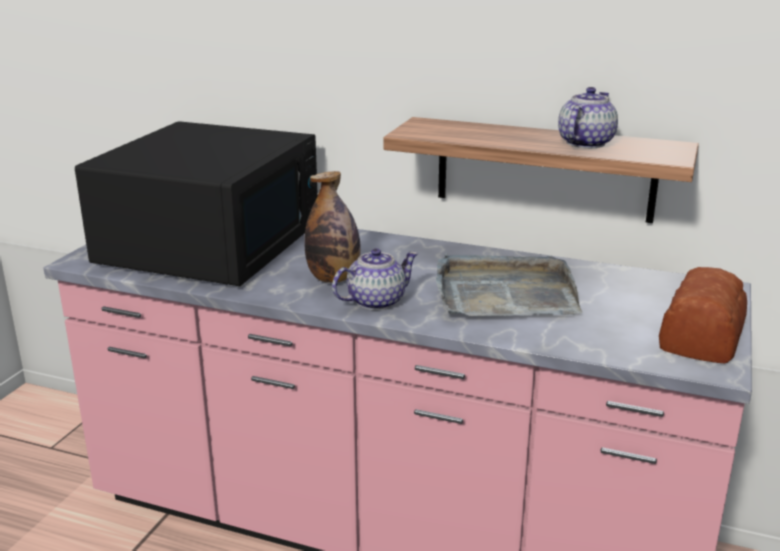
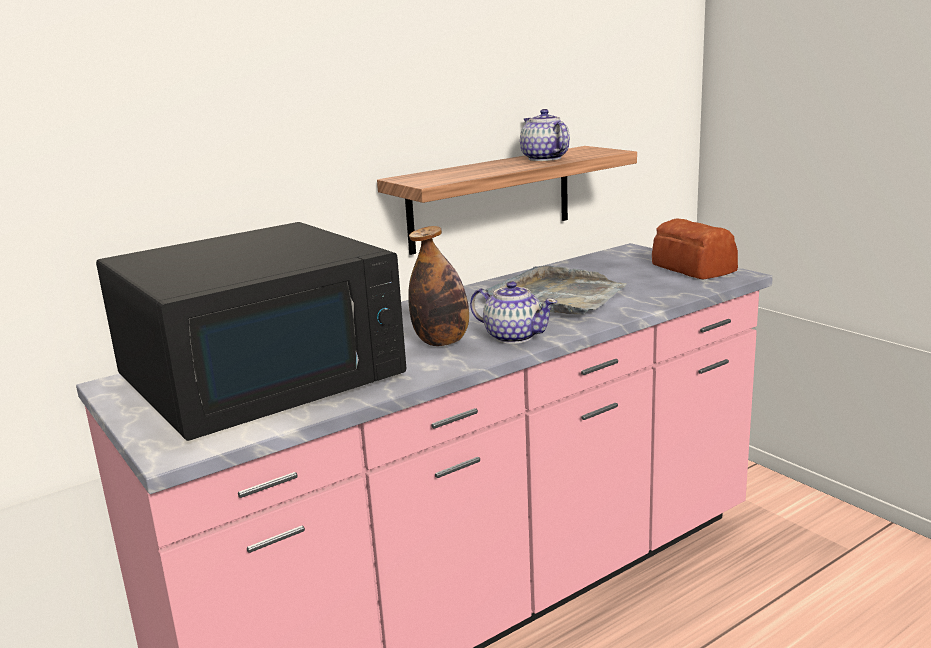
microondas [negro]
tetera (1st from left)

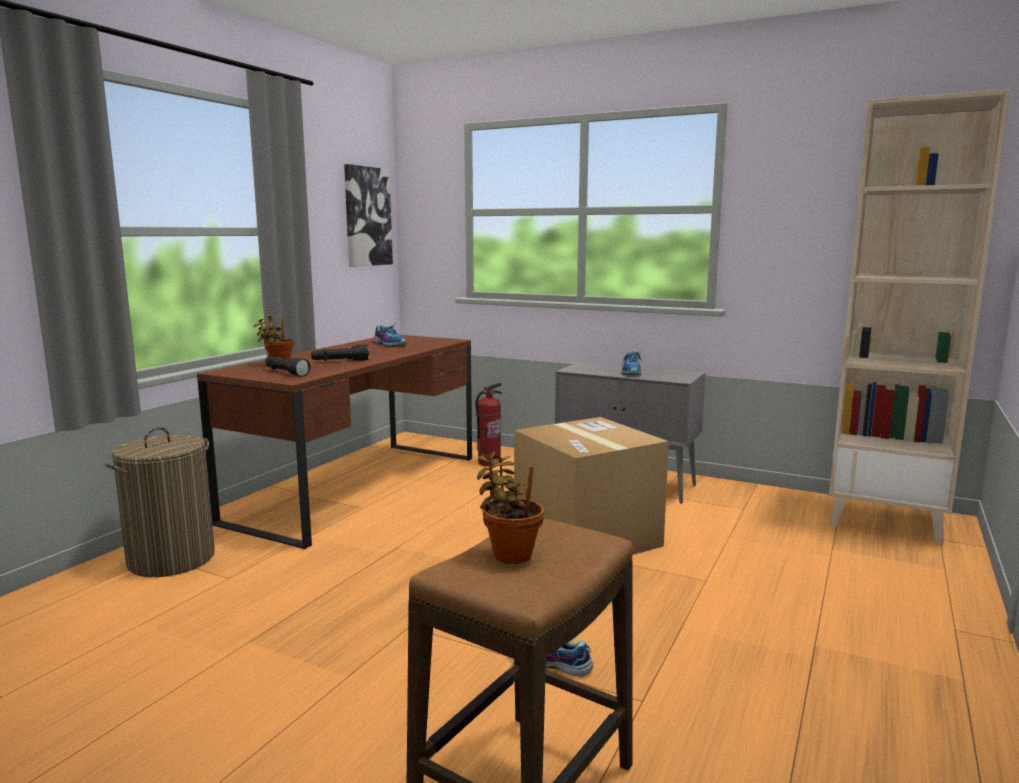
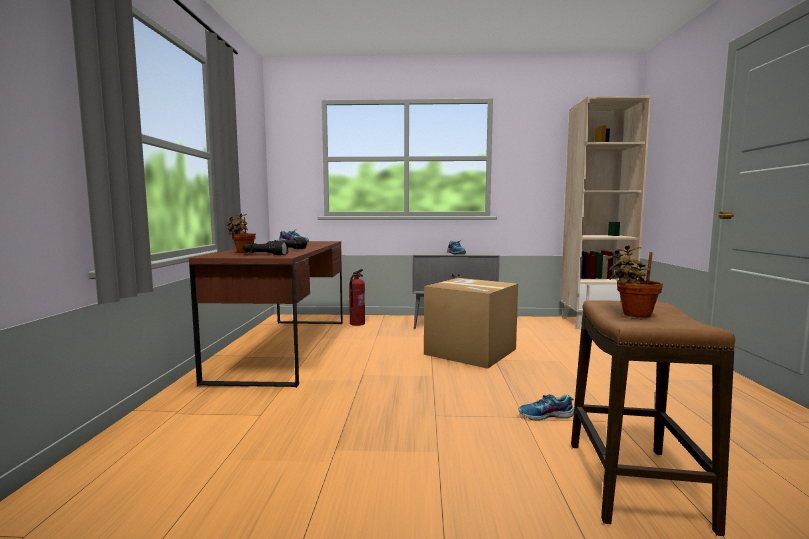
cesto de la ropa
cuadro

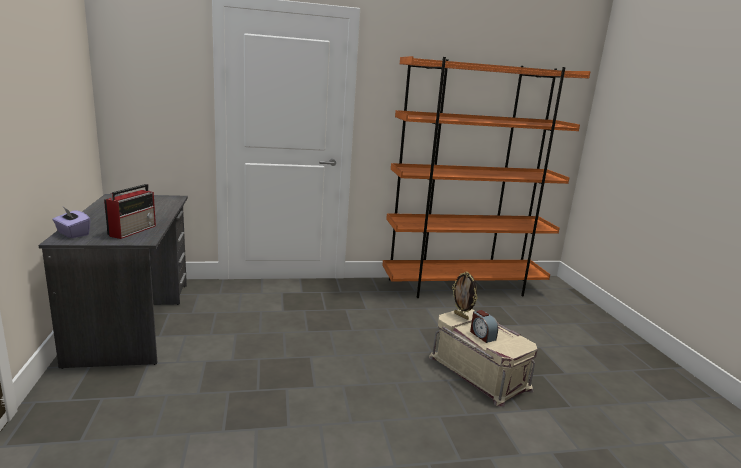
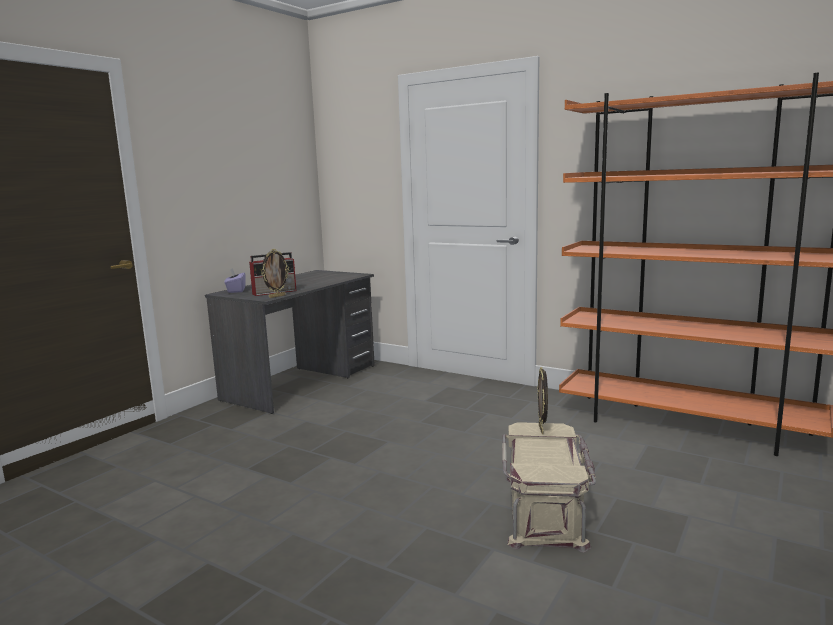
despertador
portarretratos (1st from left)

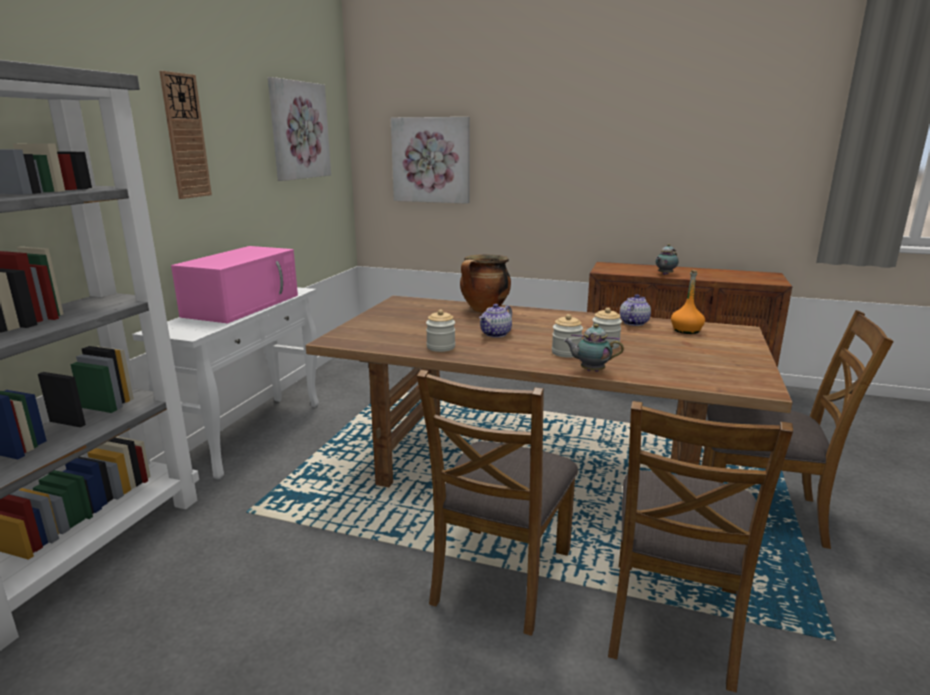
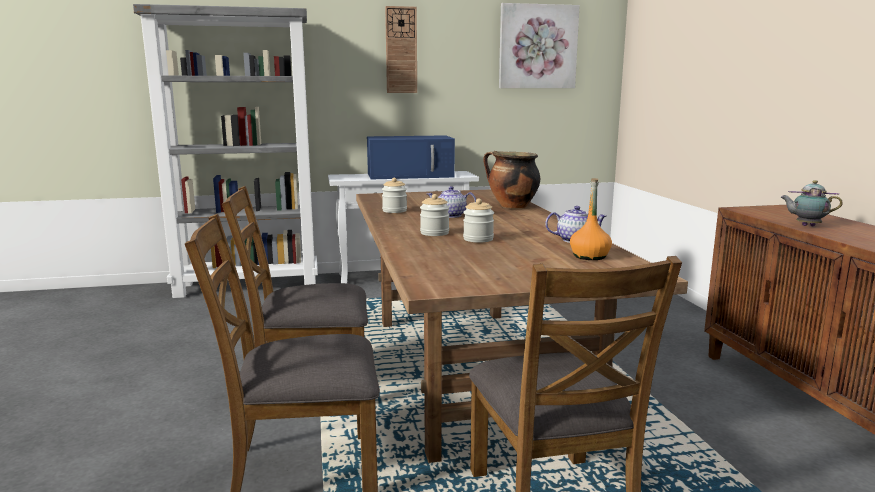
cuadro (2nd from left in the first image)
tetera (2nd from left in the first image)
microondas [azul]

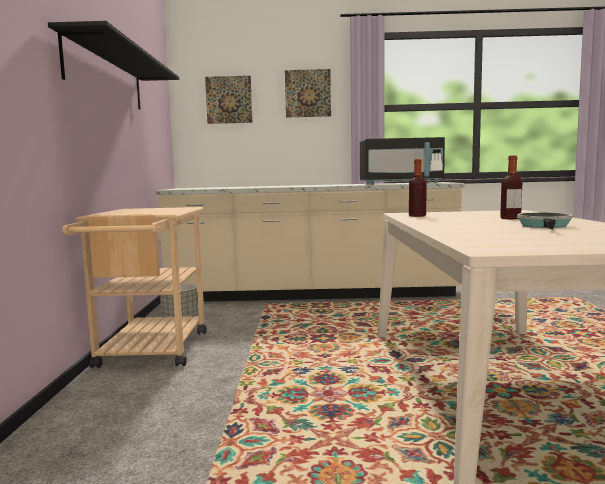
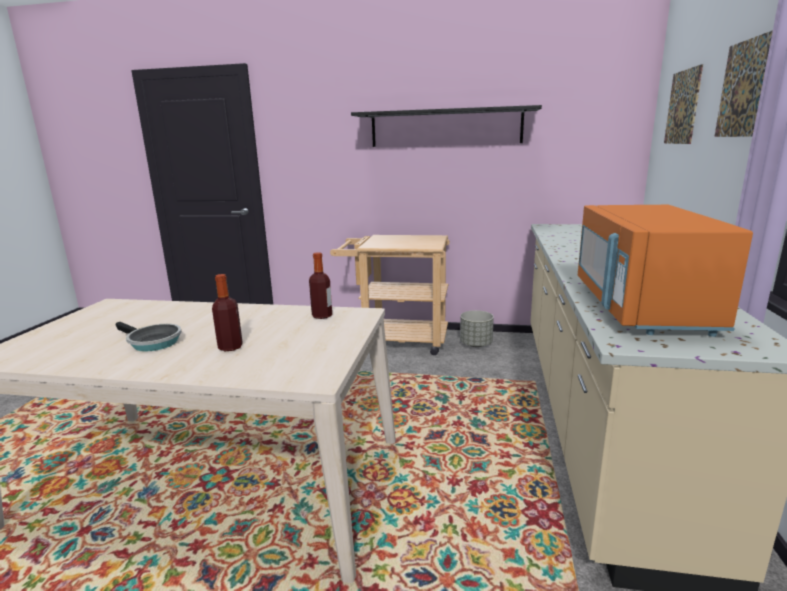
microondas [naranja]

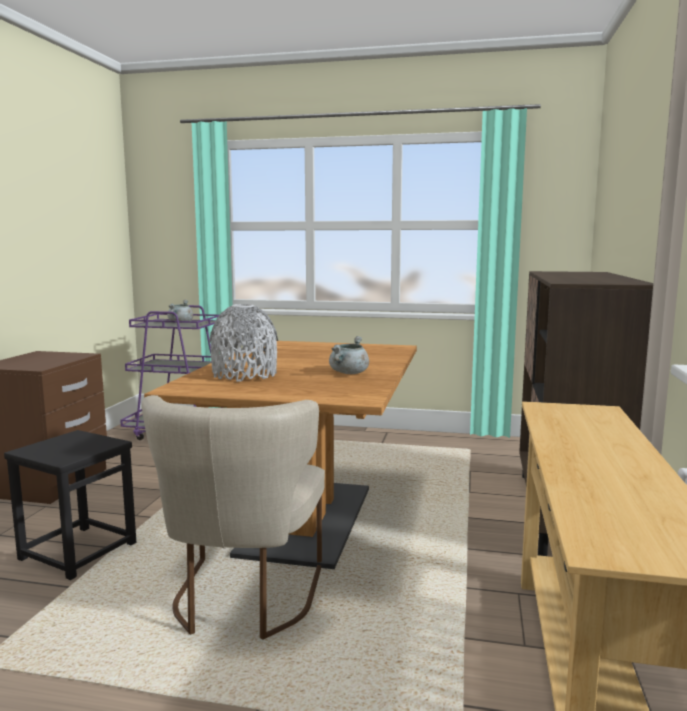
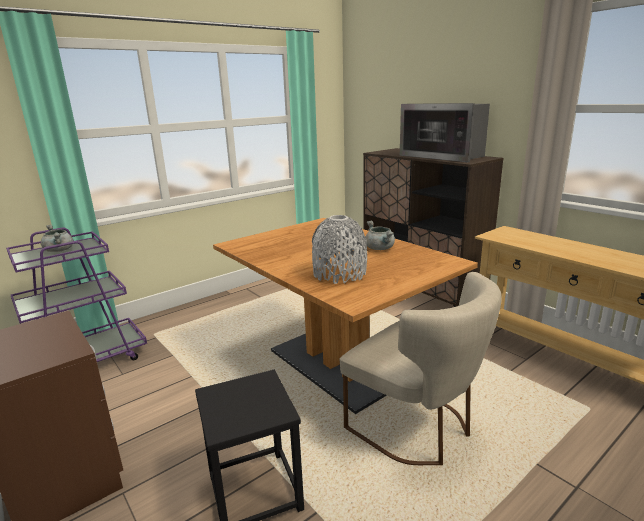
microondas

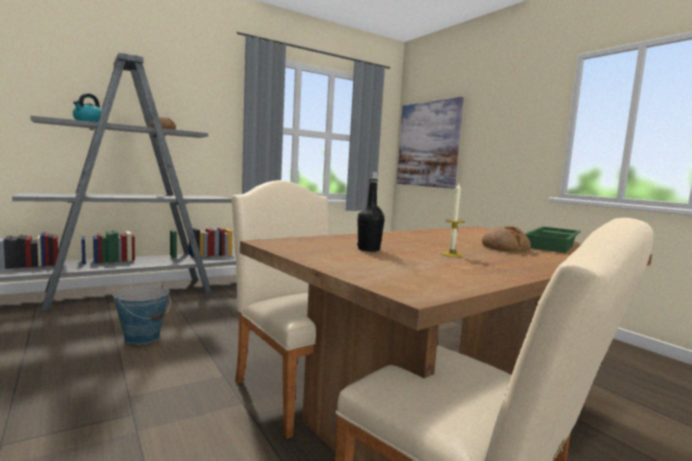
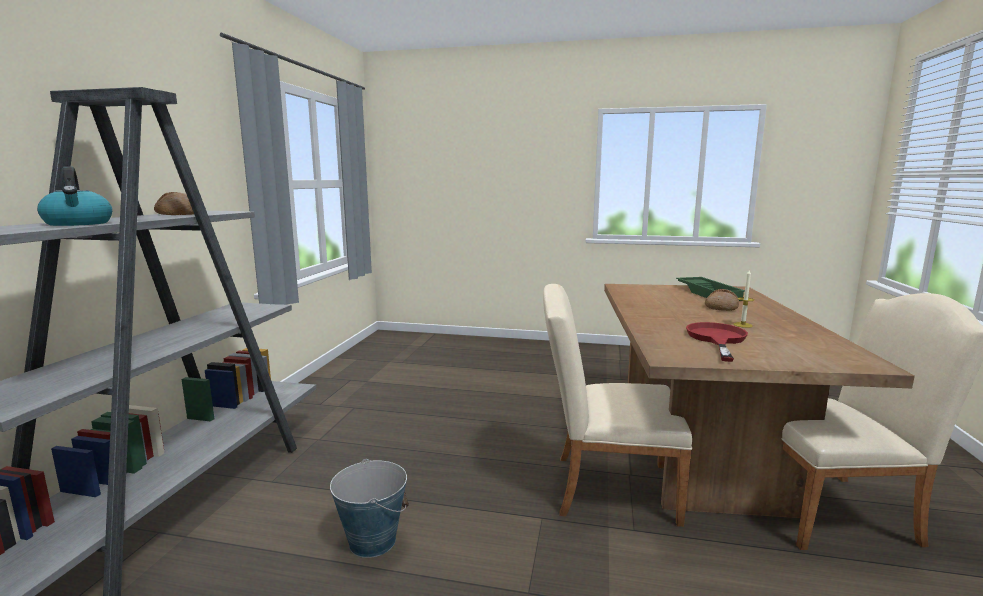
cuadro
sartén [rojo]

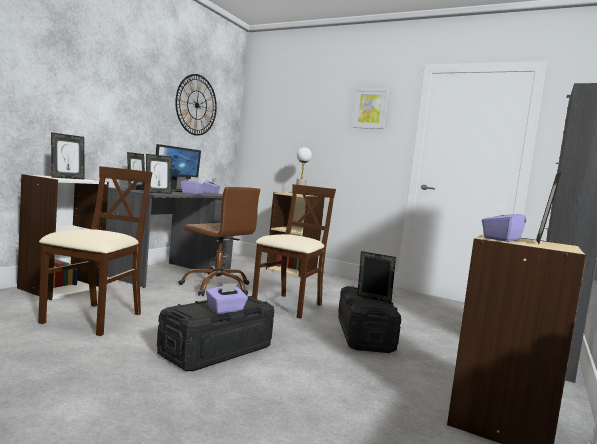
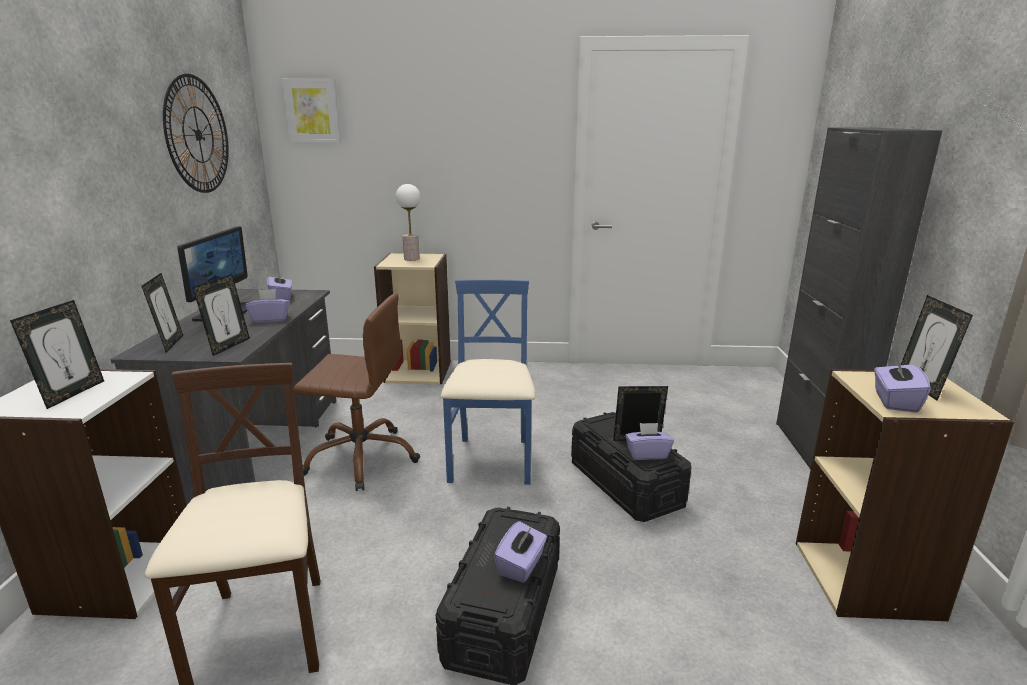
caja de pañuelos [morado] (4th from left)
cuadro
silla [azul]

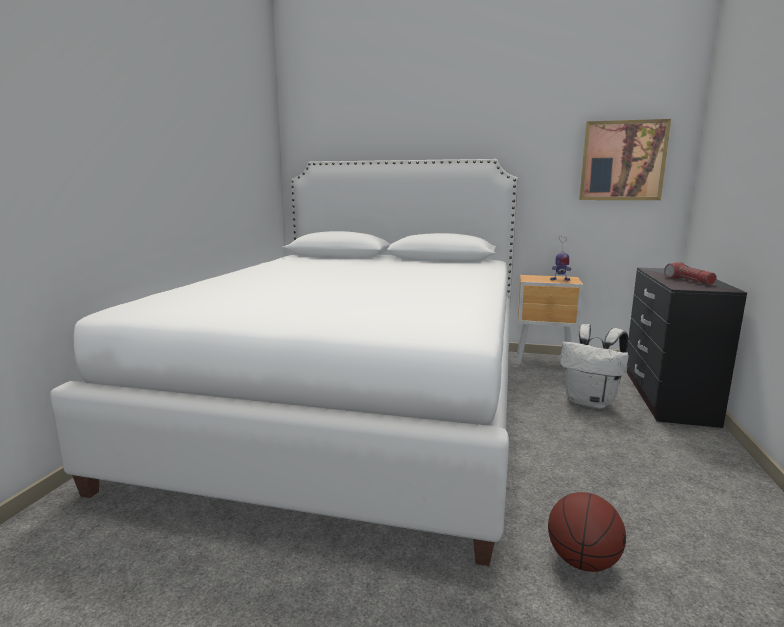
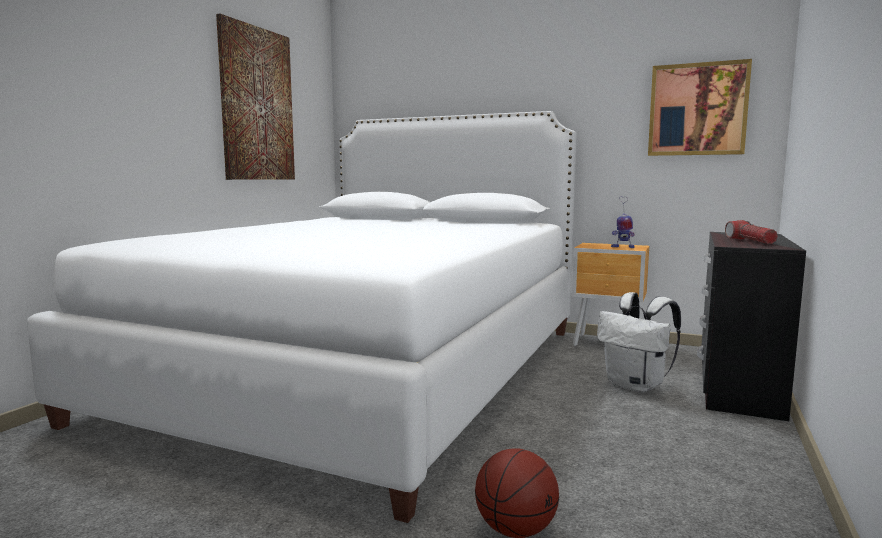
cuadro (1st from left)

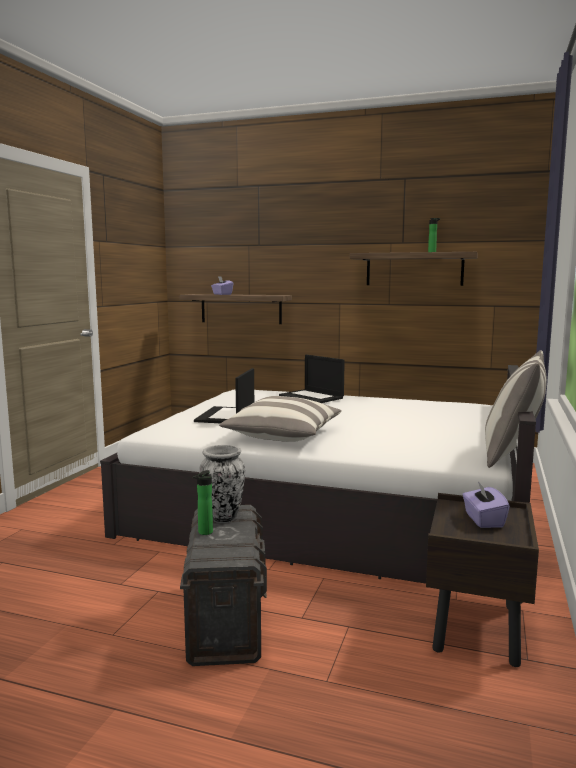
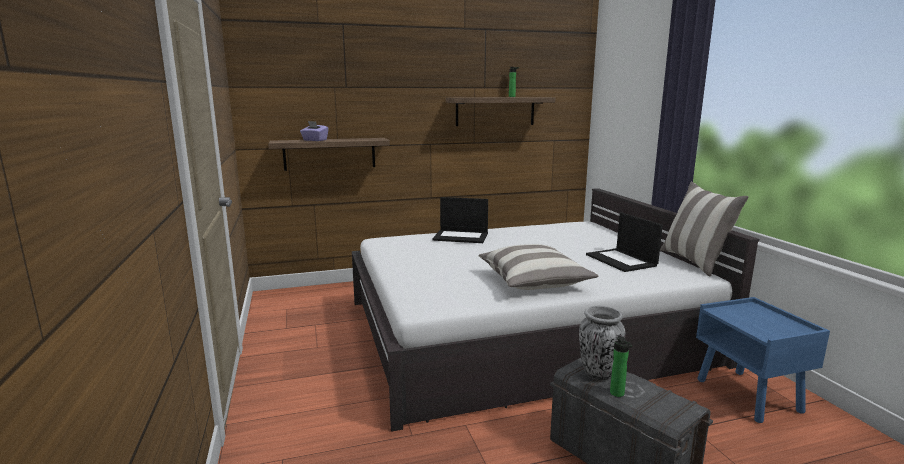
caja de pañuelos [morado] (2nd from left in the first image)
portátil (2nd from left)
mesita de noche [azul]

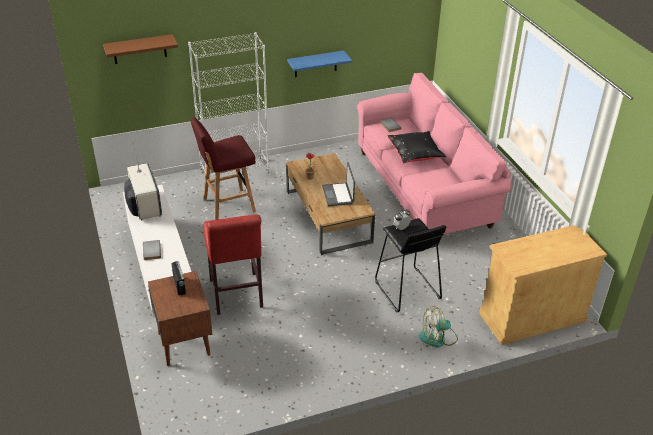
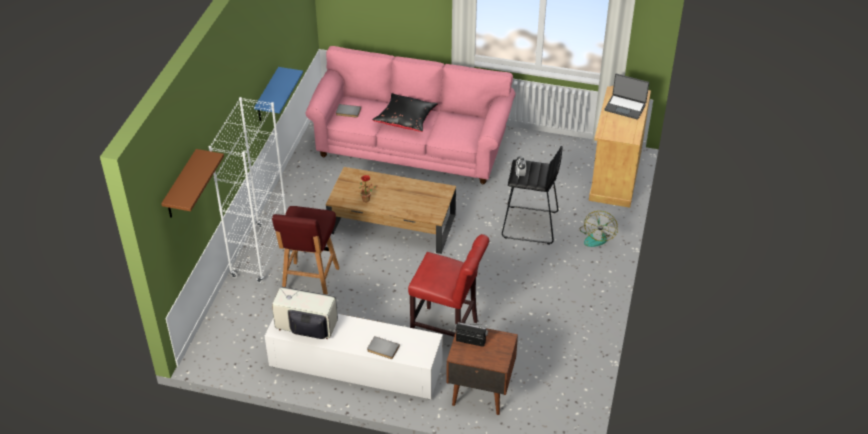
portátil

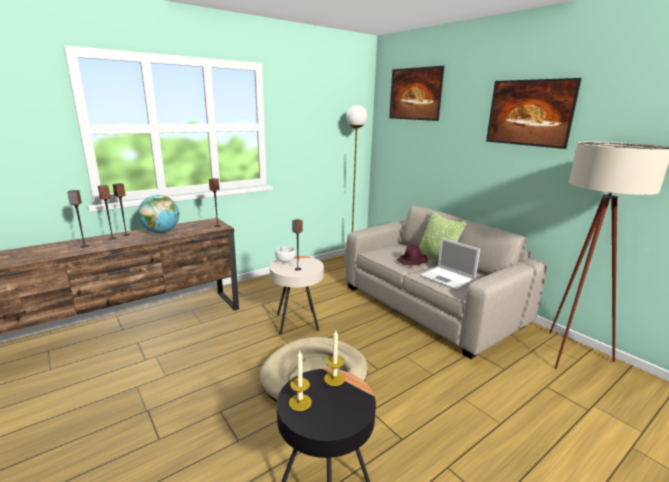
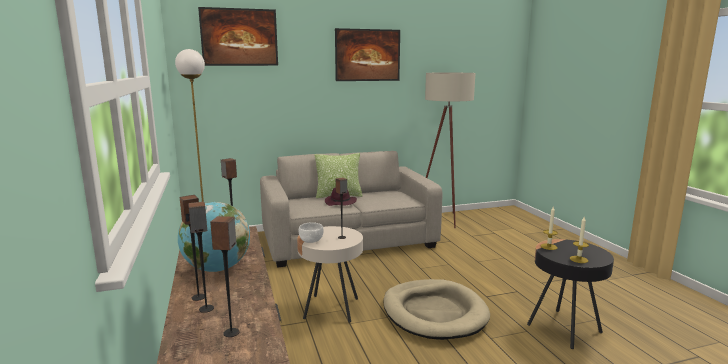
portátil

